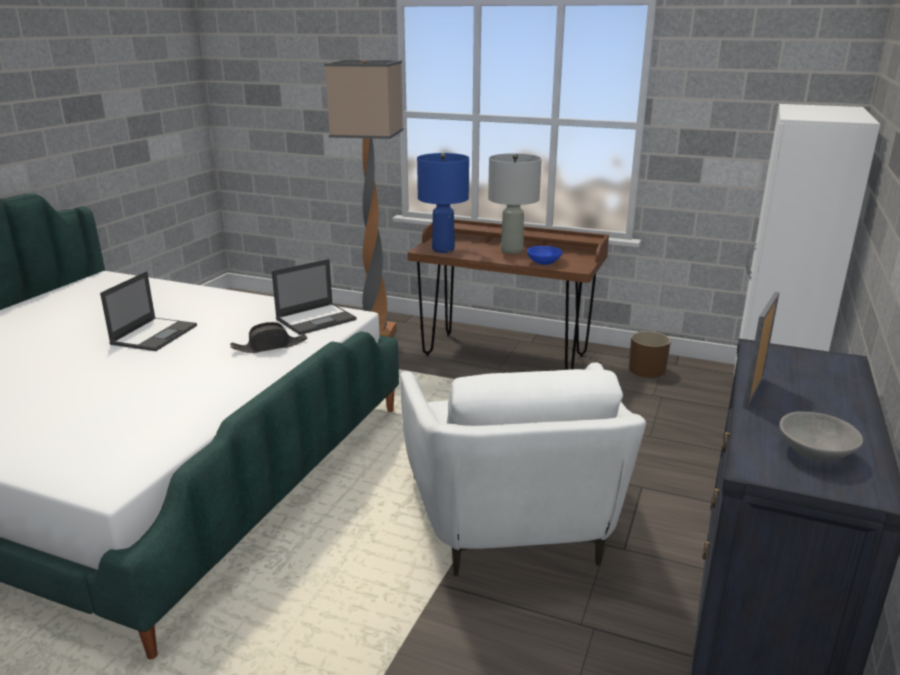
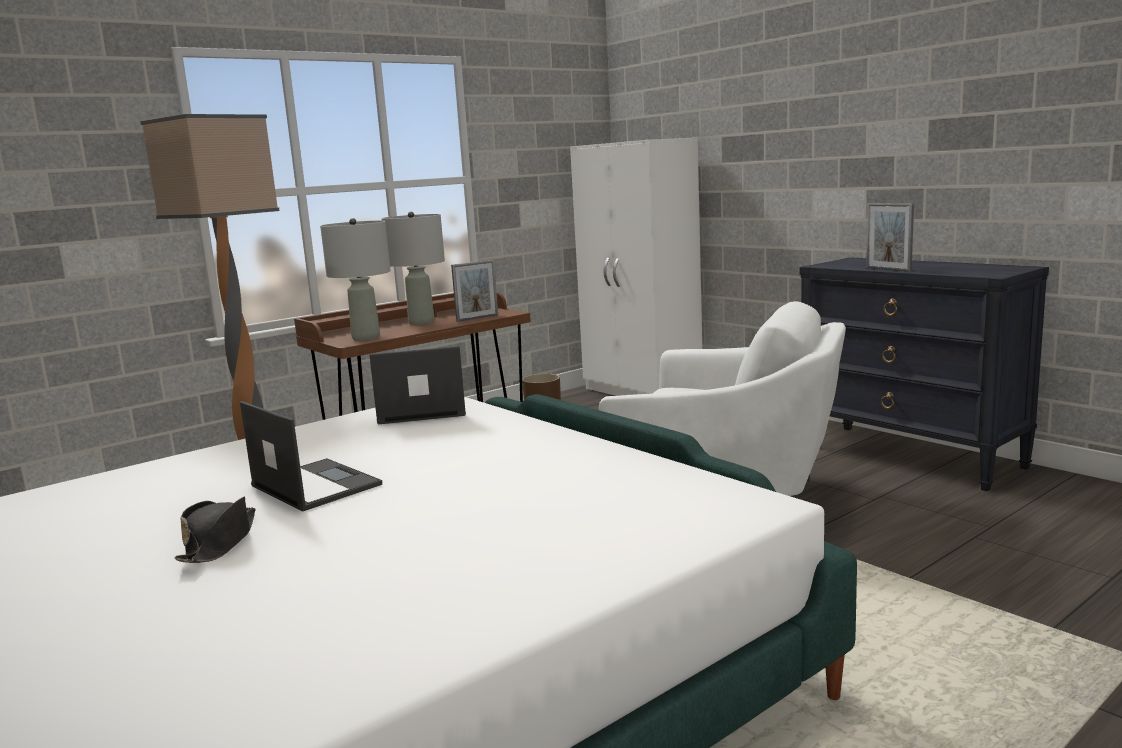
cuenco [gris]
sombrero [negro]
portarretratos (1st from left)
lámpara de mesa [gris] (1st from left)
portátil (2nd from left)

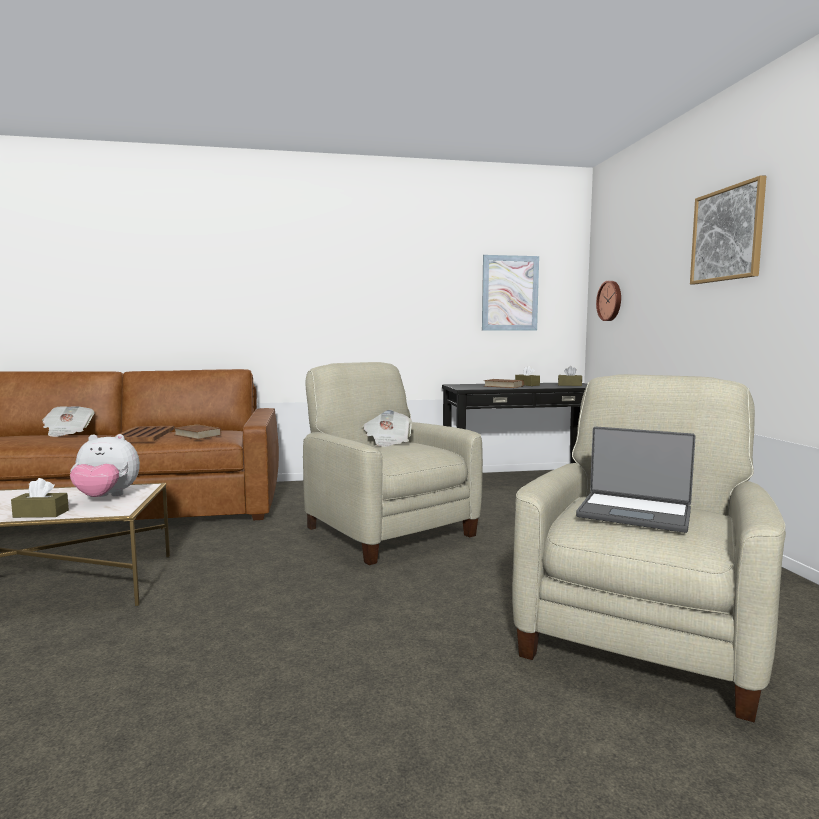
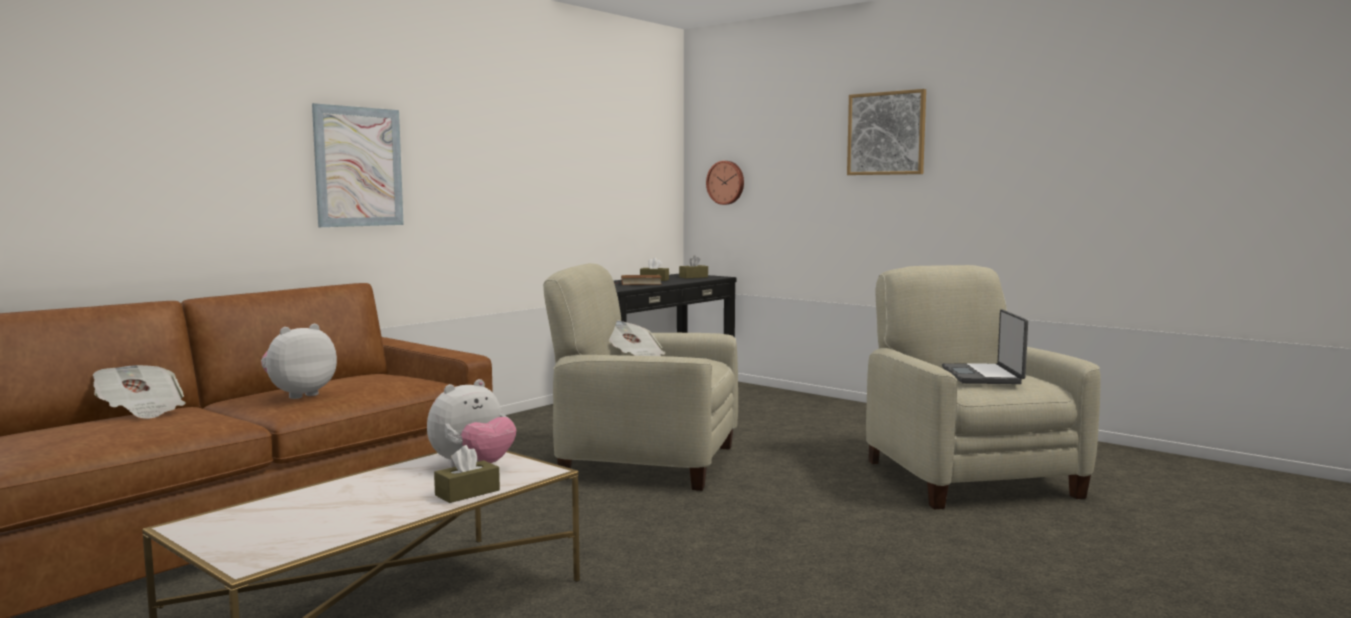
libro [marrón] (1st from left in the first image)
cuadro (1st from left)
peluche (1st from left)
portátil

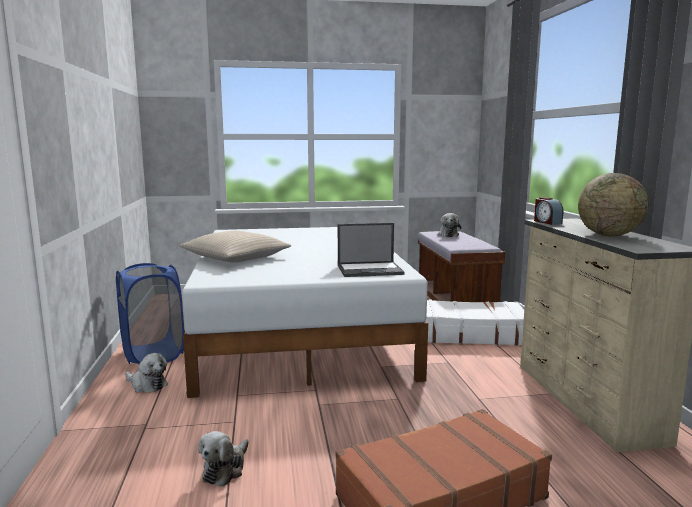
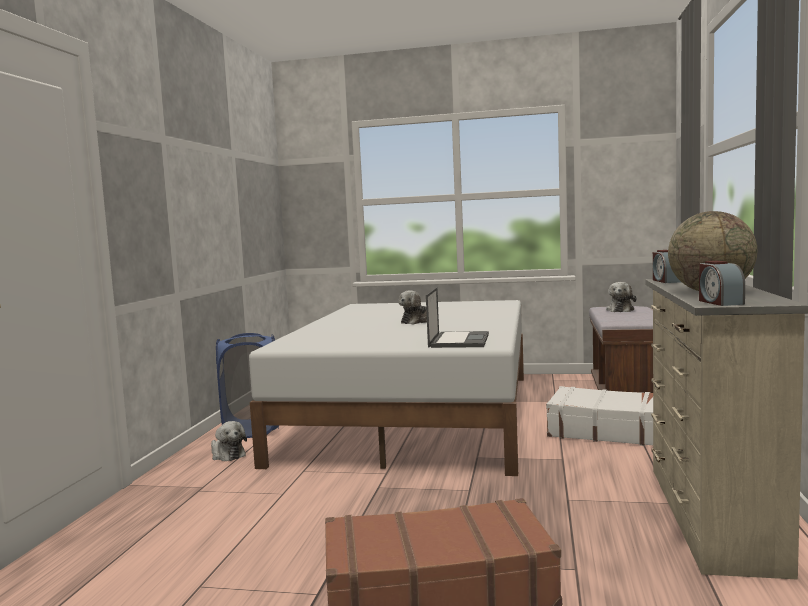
cojín [beis]
despertador (2nd from left)
peluche (2nd from left)
portátil

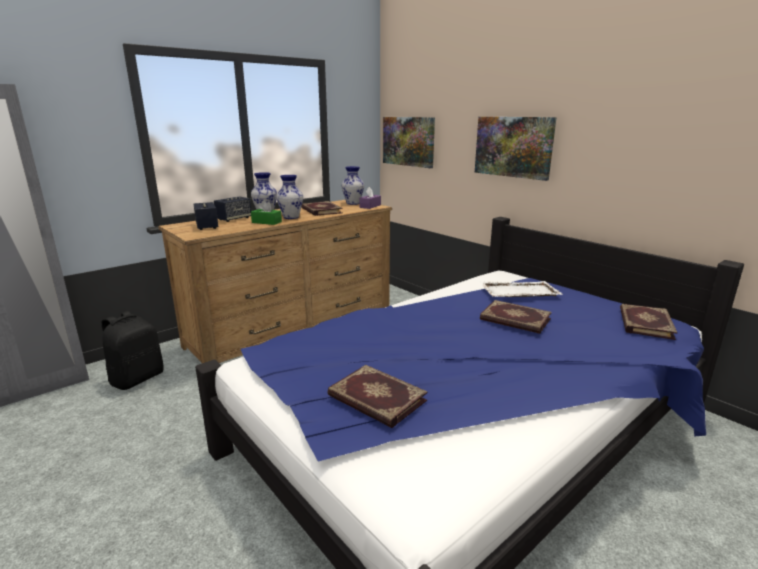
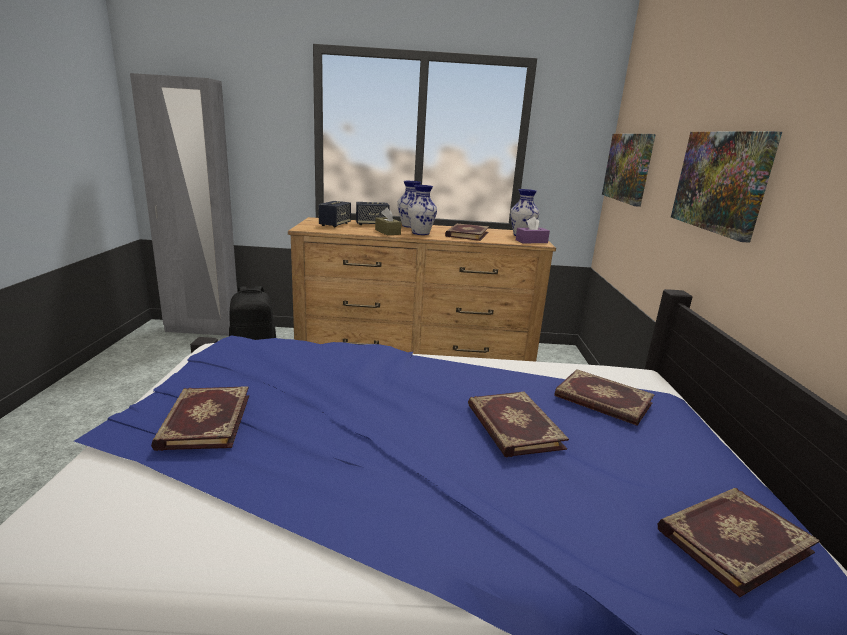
libro (4th from left)
caja de pañuelos [marrón]

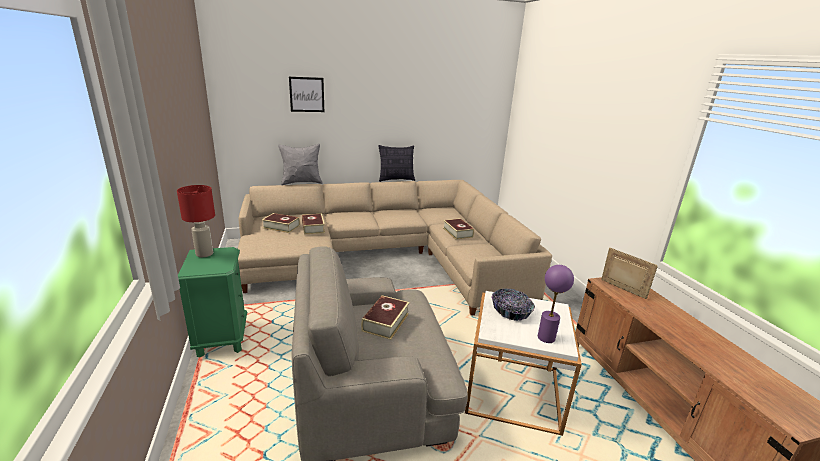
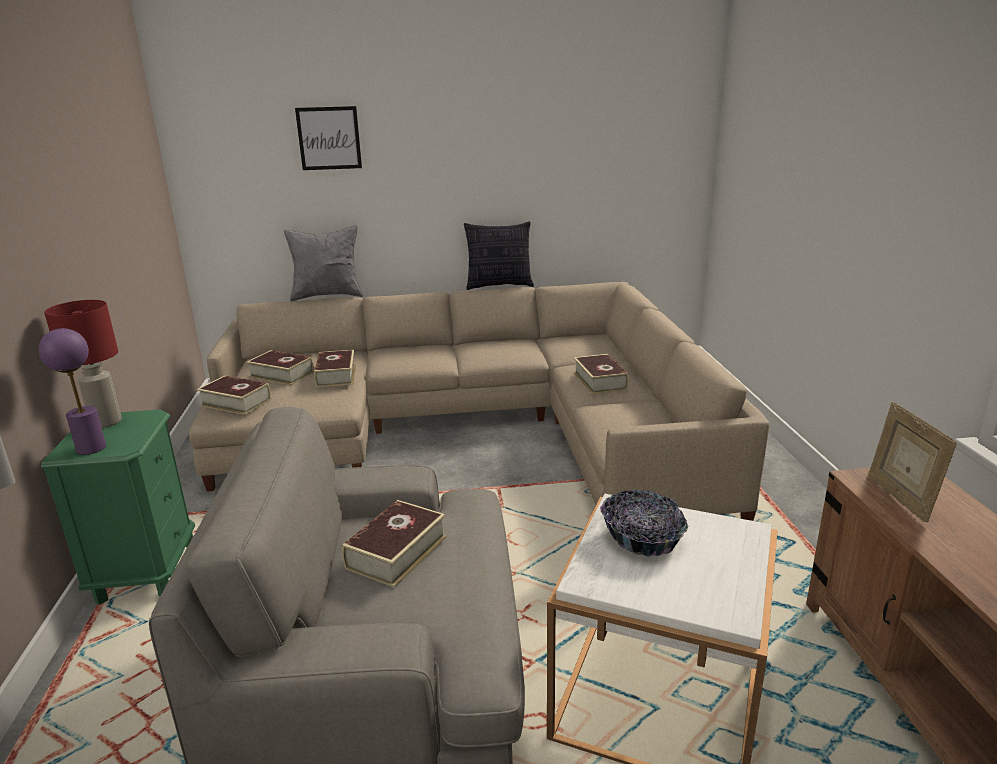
libro (1st from left)
lámpara de mesa [morado]
portarretratos

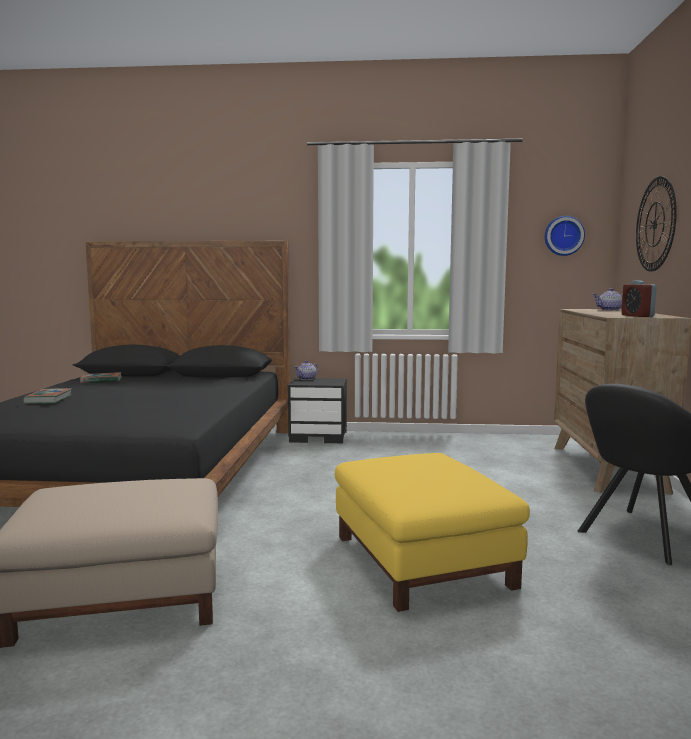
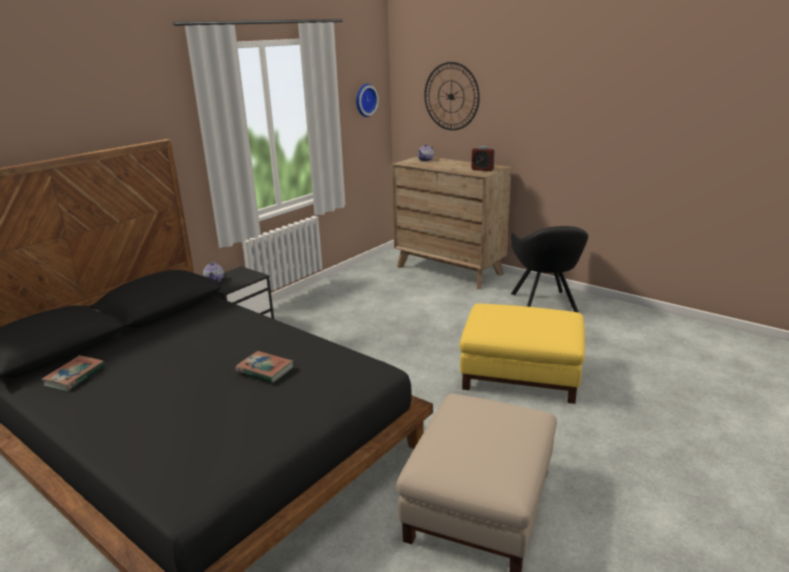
libro (2nd from left)

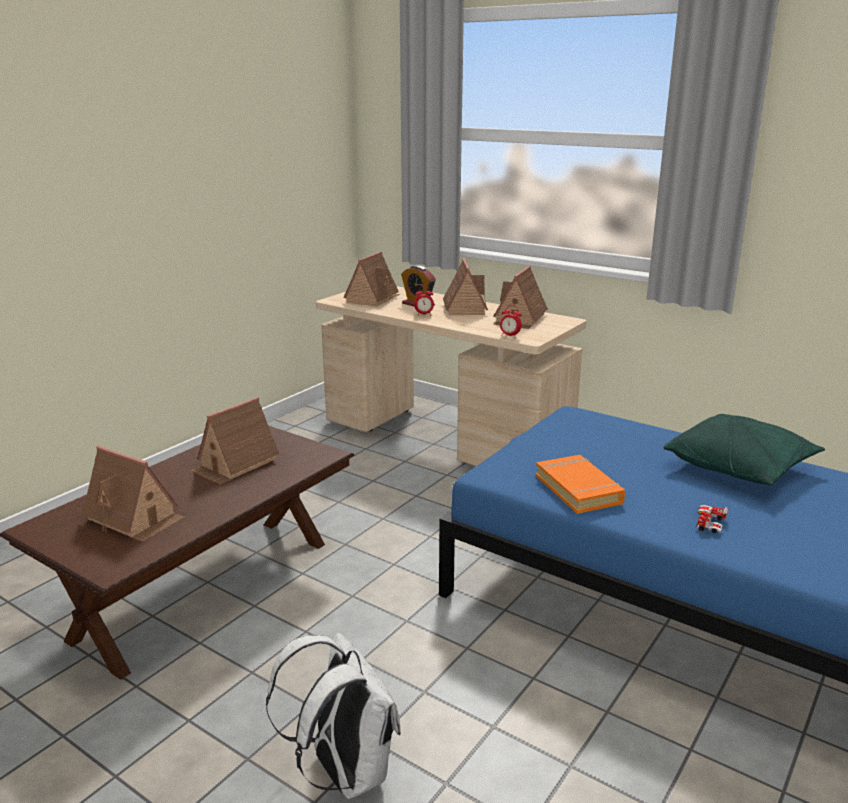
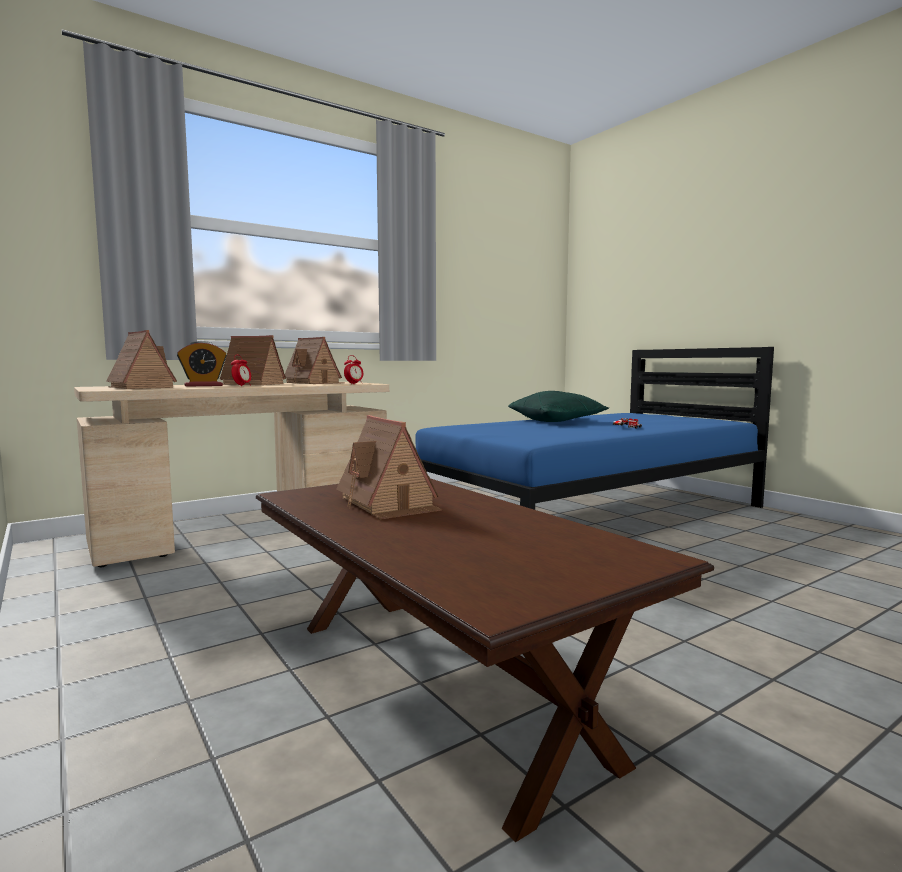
casita (1st from left in the first image)
mochila [blanco]
libro [naranja]

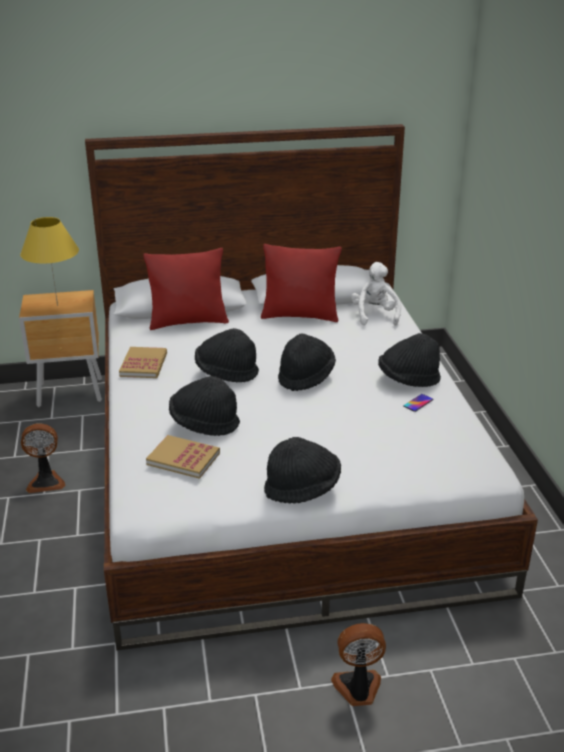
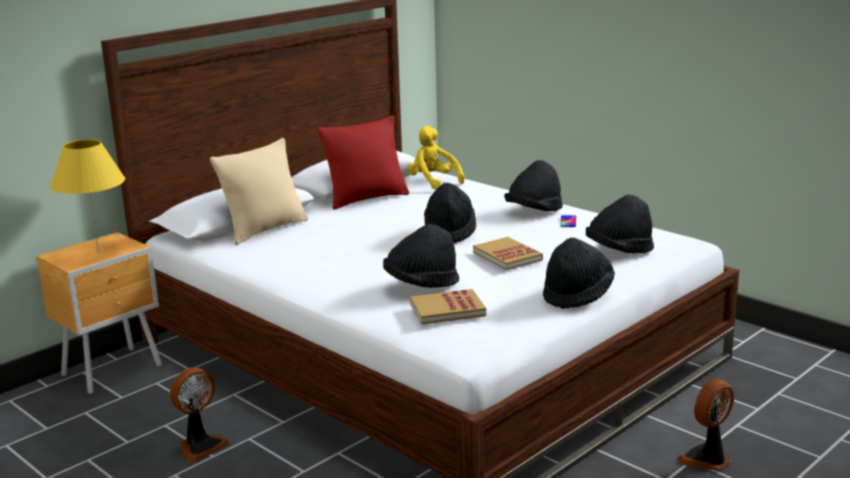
libro (2nd from left)
sombrero [negro] (5th from left)
cojín [beis]
peluche [amarillo]

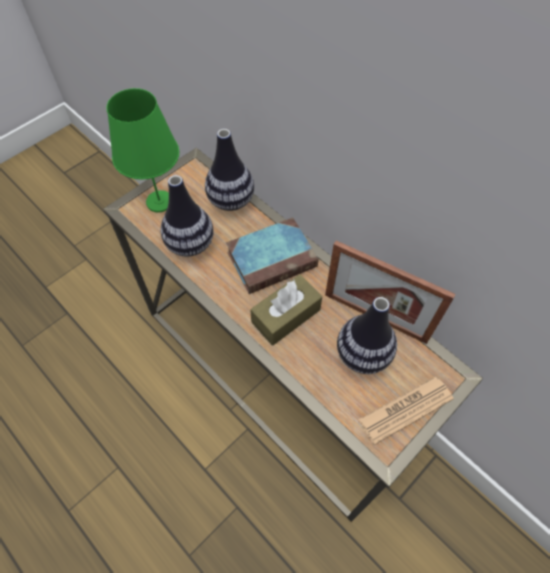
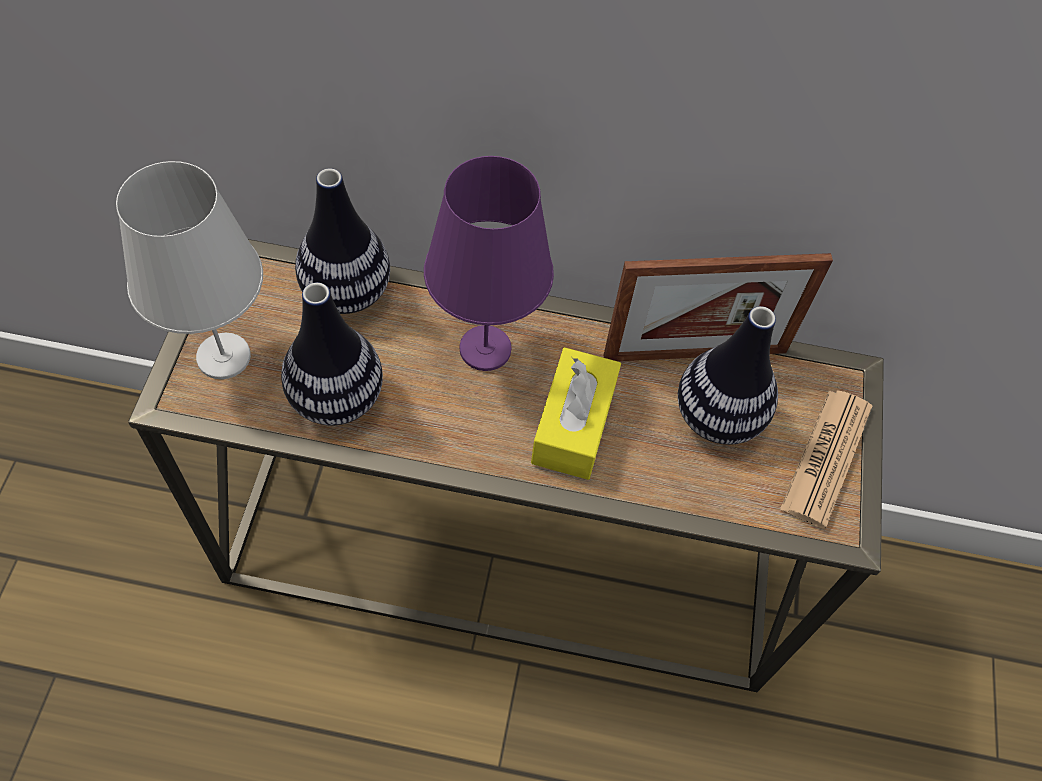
lámpara de mesa [morado]
lámpara de mesa [blanco]
caja de pañuelos [amarillo]

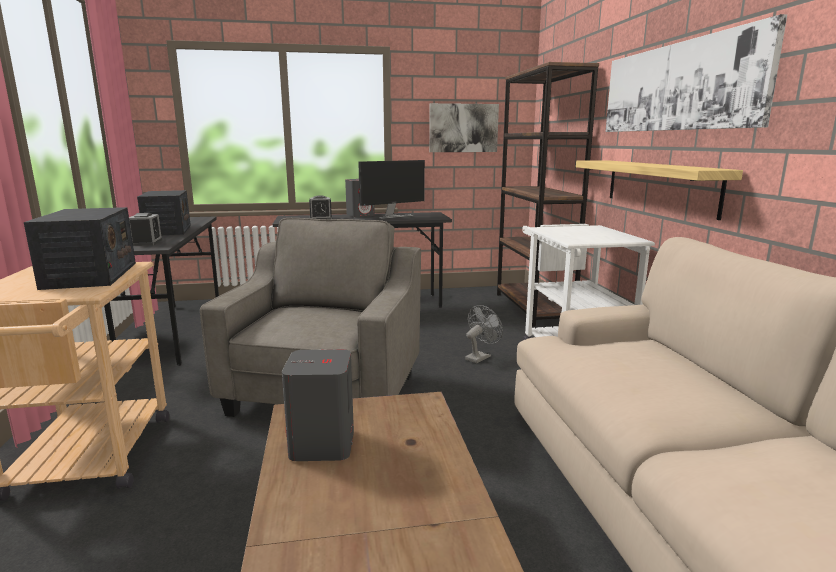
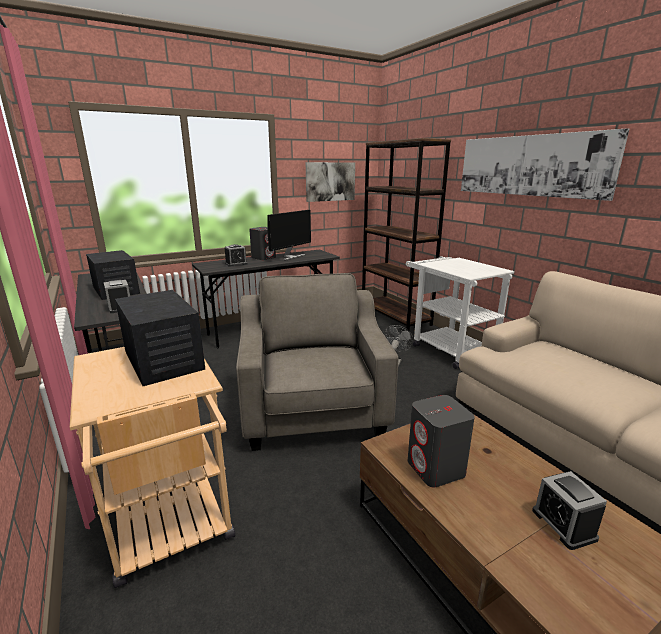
estante
despertador (3rd from left)

